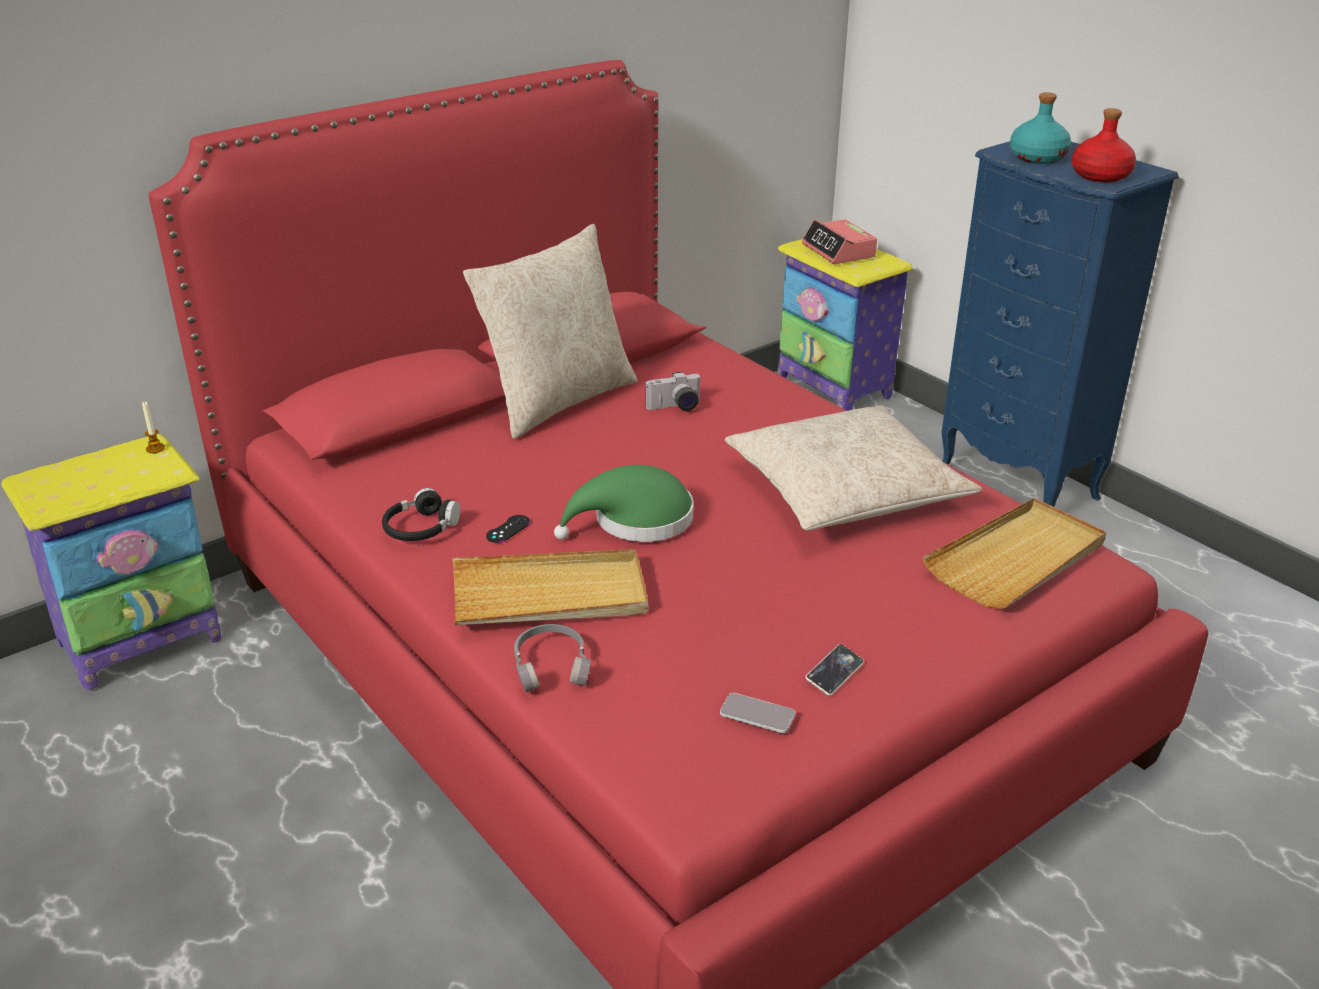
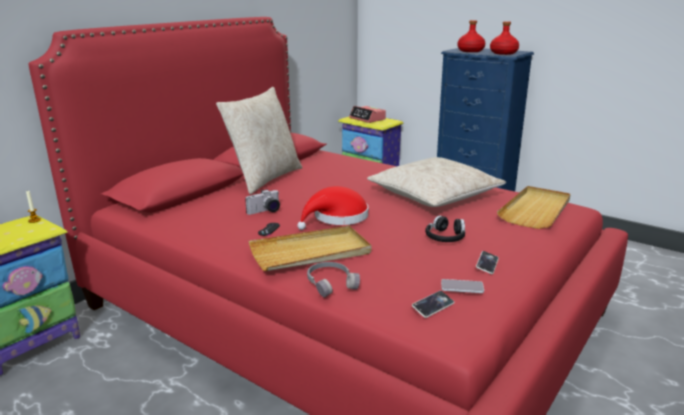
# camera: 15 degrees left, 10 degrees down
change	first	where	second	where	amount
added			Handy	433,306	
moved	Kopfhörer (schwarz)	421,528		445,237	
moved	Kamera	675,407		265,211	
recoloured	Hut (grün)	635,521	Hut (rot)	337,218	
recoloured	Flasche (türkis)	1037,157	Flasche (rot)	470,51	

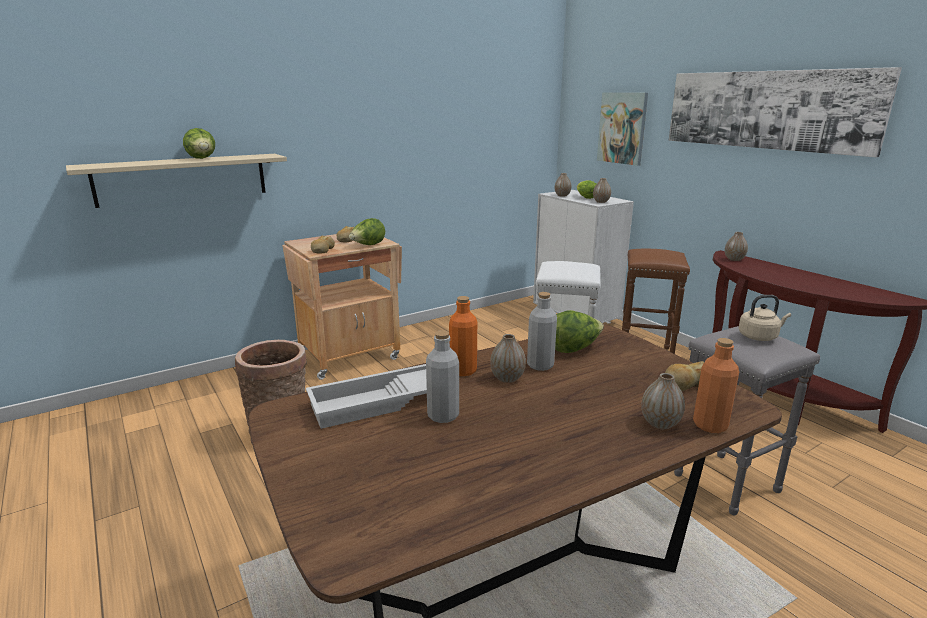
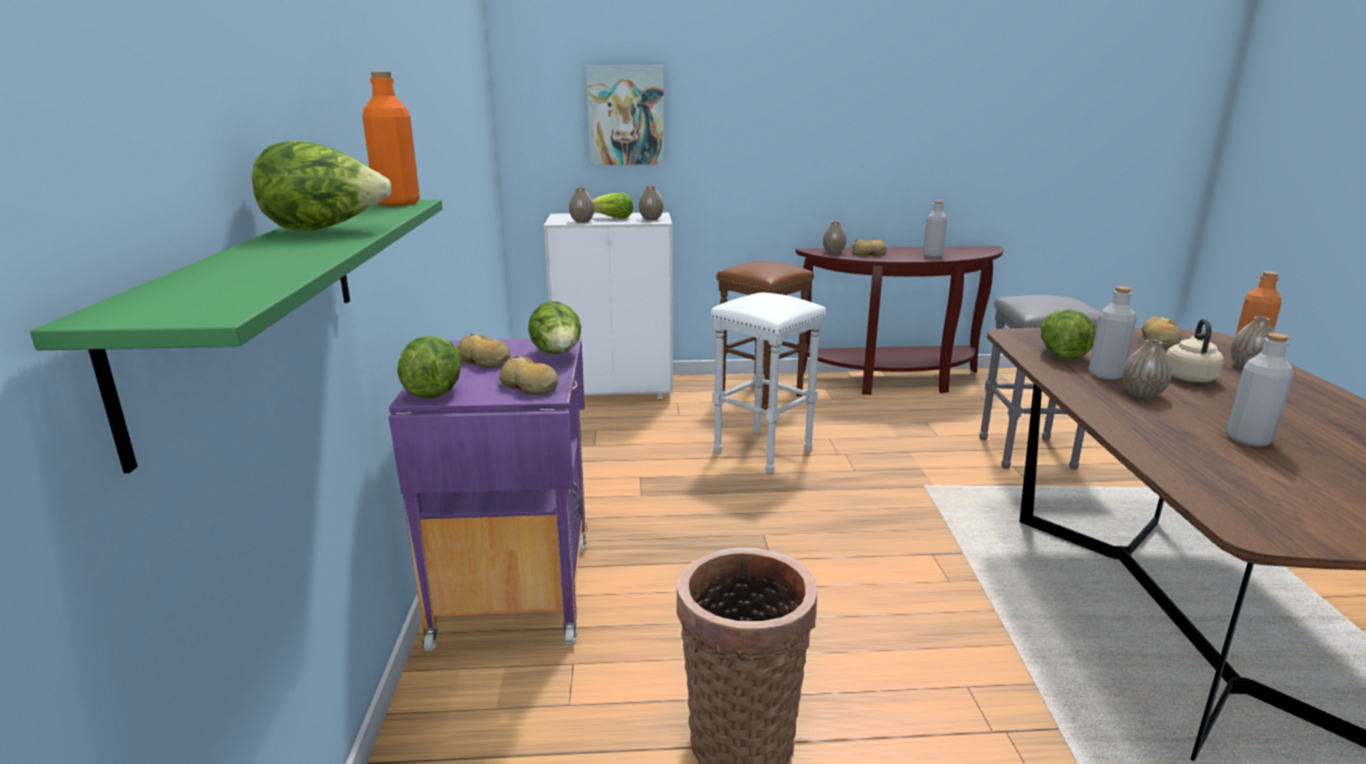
# camera: 60 degrees left, 0 degrees up
change	first	where	second	where	amount
removed	Tablett (weiß)	377,403			
removed	Bild	767,110			
added			Salatkopf	434,391	
added			Brot	869,254	
added			Flasche (grau)	932,255	
moved	Flasche (orange)	463,371		397,203	
moved	Wasserkessel (beige)	759,337		1188,377	
recoloured	Wandregal (beige)	182,179	Wandregal (grün)	255,304	
recoloured	Rollwagen (braun)	350,356	Rollwagen (lila)	514,590	

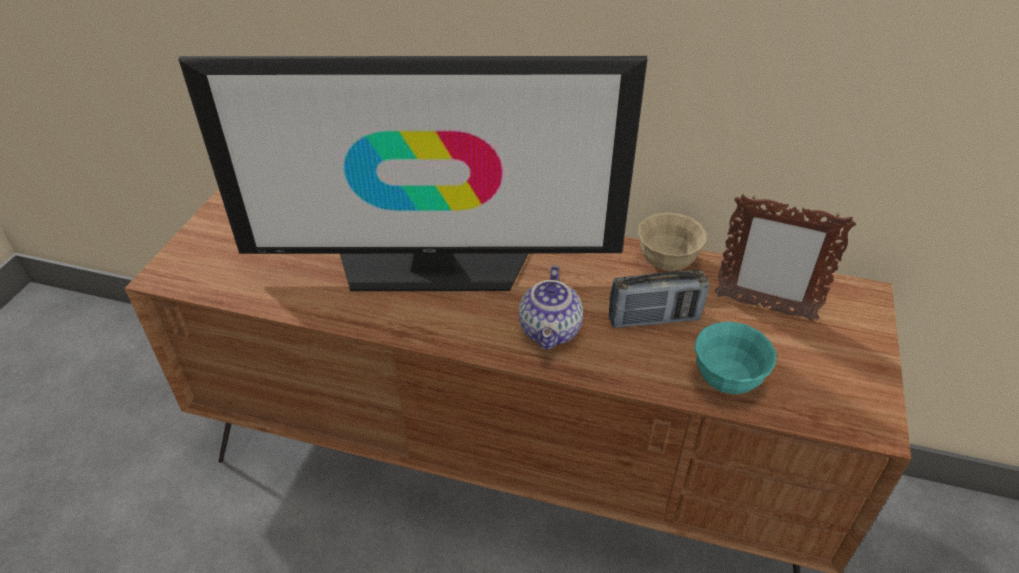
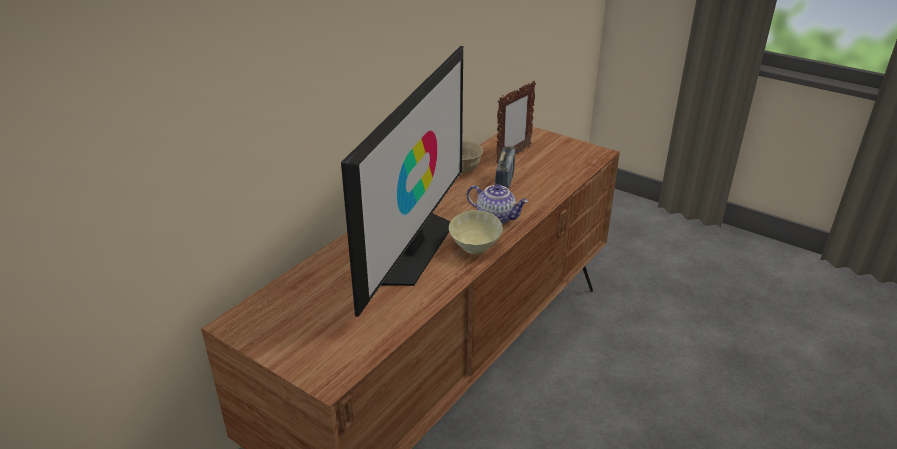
# camera: 70 degrees left, 10 degrees down
change	first	where	second	where	amount
removed	Schüssel (türkis)	726,379			
added			Schüssel (beige)	474,247	

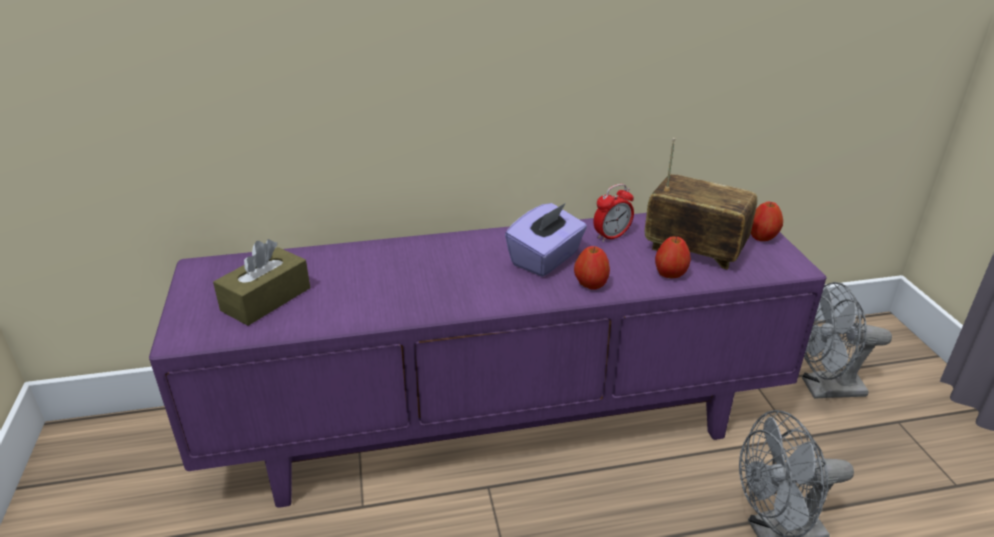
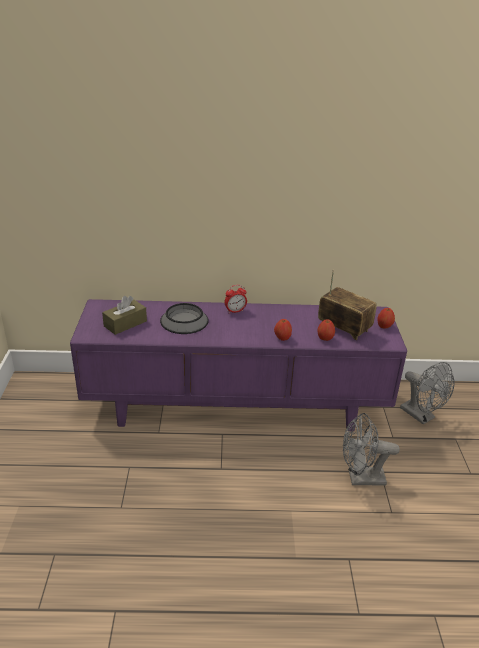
# camera: 10 degrees right, 0 degrees up
change	first	where	second	where	amount
removed	Taschentuchbox (lila)	546,259			
added			Schüssel	184,321	
moved	Wecker	611,236		235,311	
turned	Ventilator (grau)	824,389		421,416	135 degrees counterclockwise

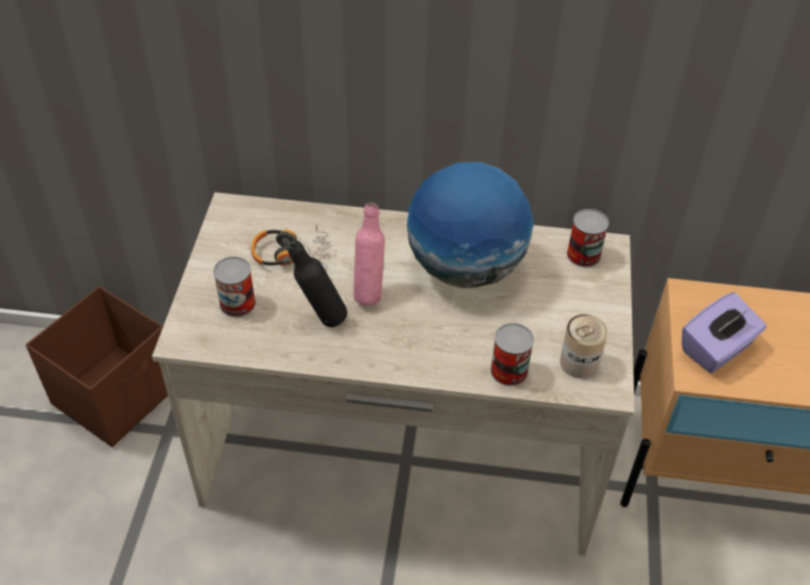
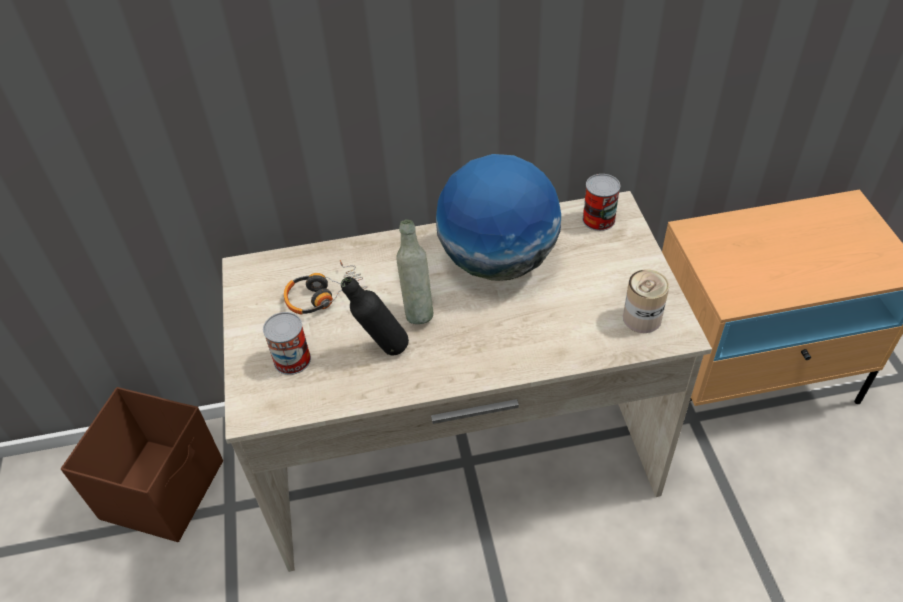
# camera: 15 degrees left, 0 degrees up
change	first	where	second	where	amount
removed	Dose	509,371			
removed	Taschentuchbox (lila)	716,349			
recoloured	Flasche (rosa)	369,292	Flasche (grau)	417,310	

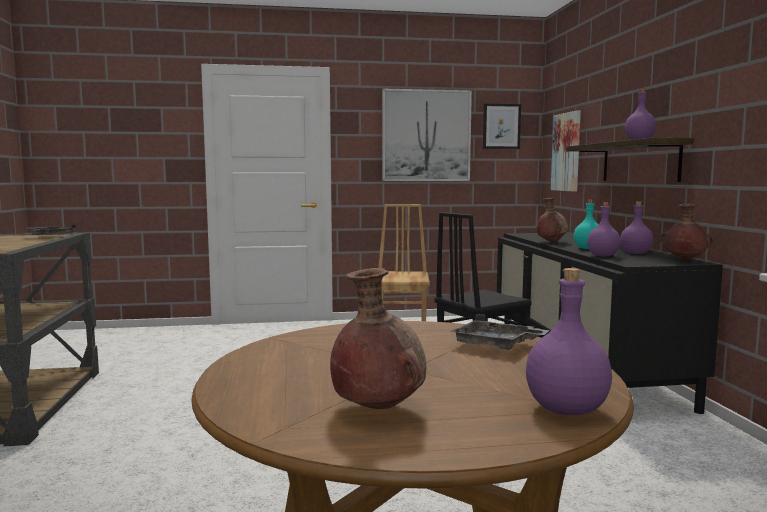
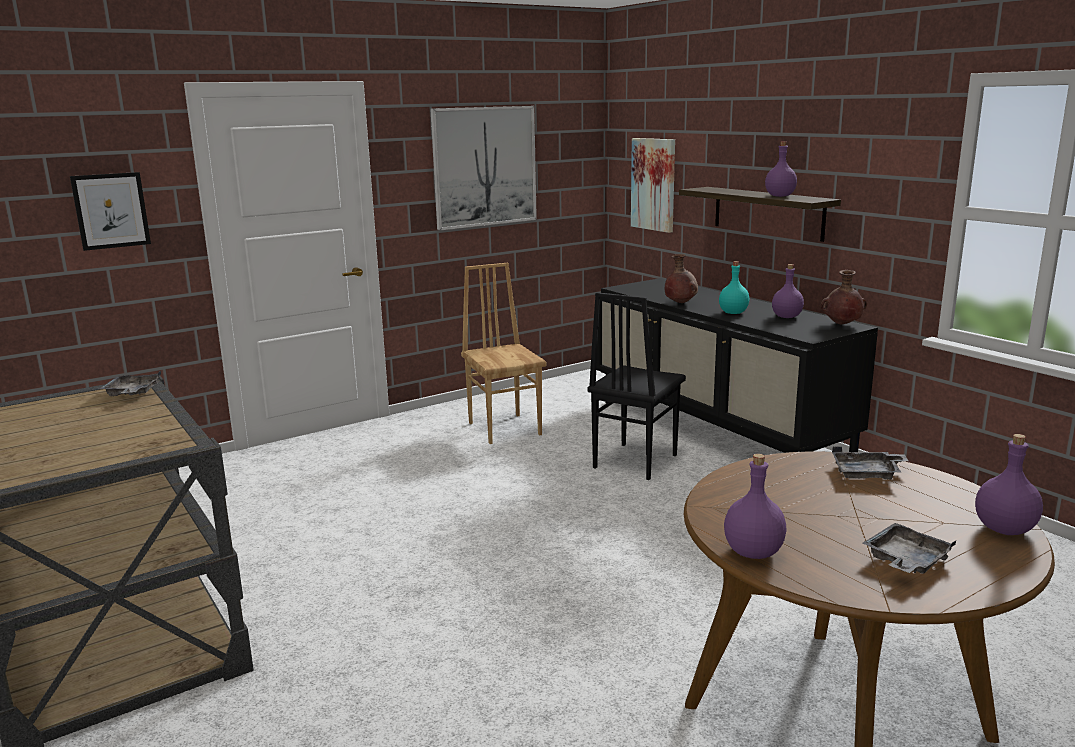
# camera: 25 degrees left, 10 degrees up
change	first	where	second	where	amount
moved	Bild	501,126		111,210	
moved	Flasche (lila)	602,256		752,552	
replaced	Vase (braun)	376,409	Tablett (grau)	905,561	

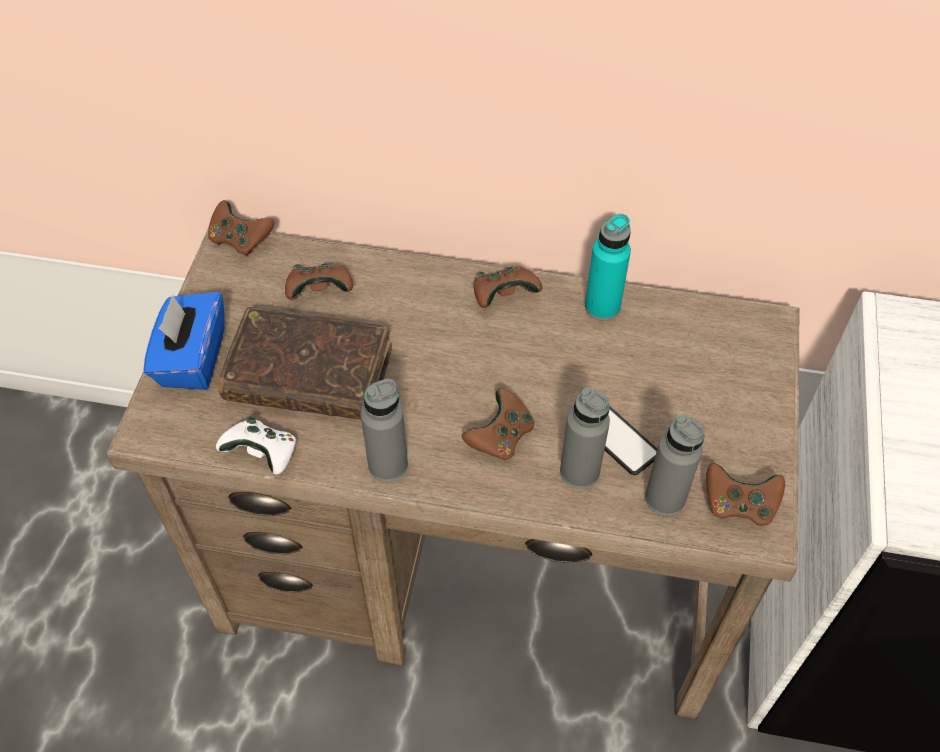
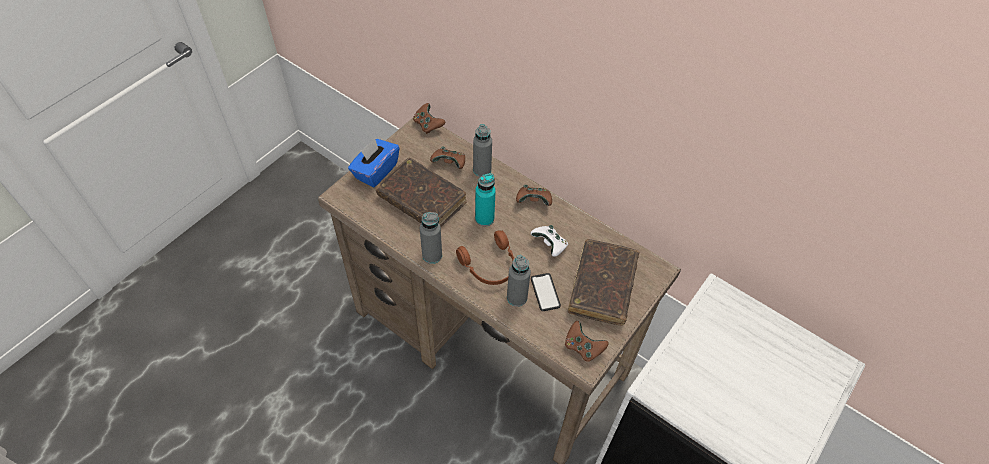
# camera: 25 degrees right, 0 degrees up
change	first	where	second	where	amount
added			Buch (braun)	602,287	
moved	Gamepad (weiß)	263,455		550,245	
moved	Flasche (türkis)	602,307		484,219	
moved	Flasche (grau)	665,498		482,170	
replaced	Gamepad (braun)	500,437	Kopfhörer (braun)	490,266	

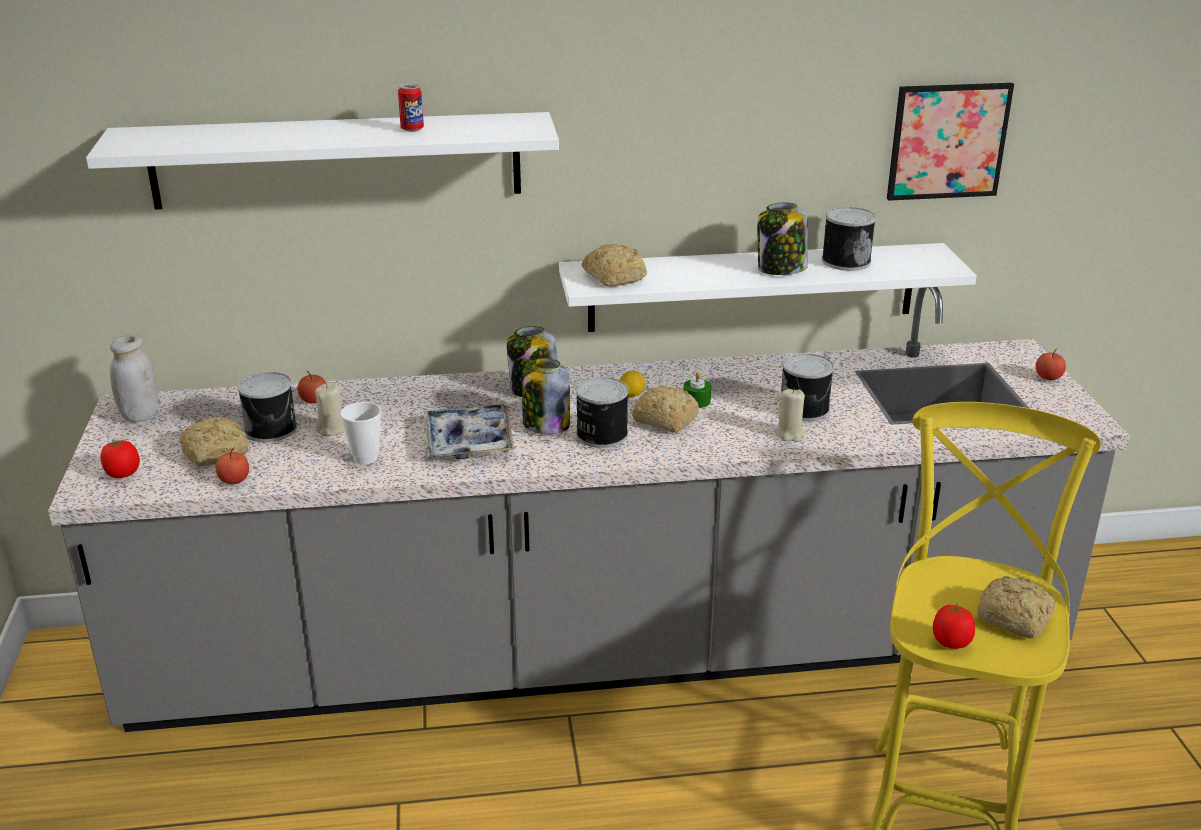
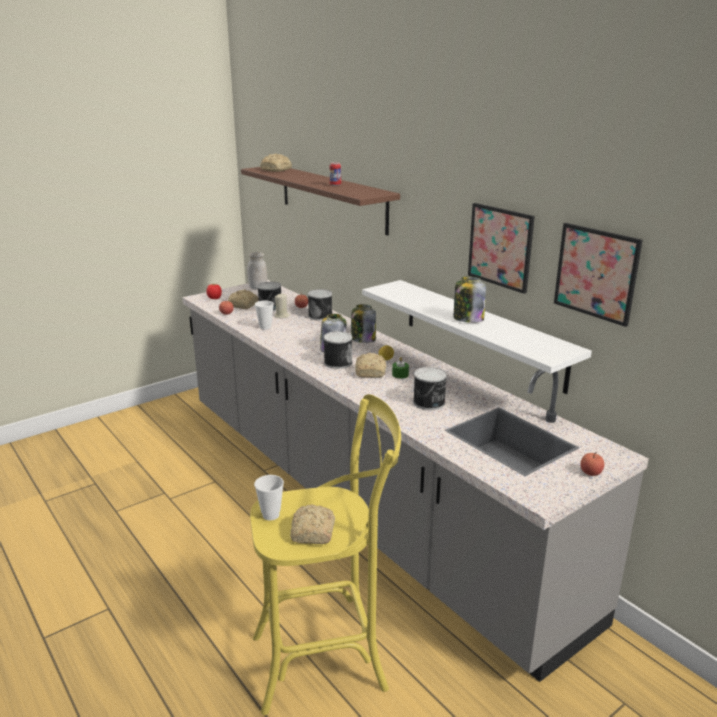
# camera: 60 degrees right, 5 degrees down
change	first	where	second	where	amount
removed	Tablett	468,441			
removed	Kerze (beige)	790,434			
added			Bild	500,247	
moved	Brot	614,276		277,170	
moved	Dose	845,261		321,316	
replaced	Tomate	951,642	Tasse	271,515	
recoloured	Wandregal (weiß)	336,160	Wandregal (braun)	332,198	

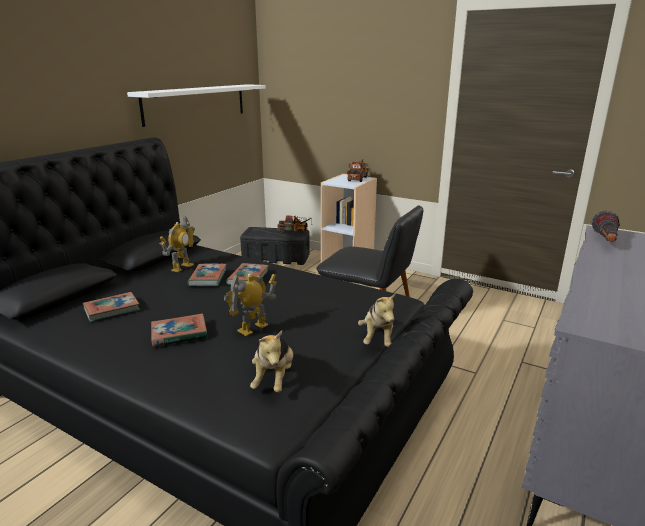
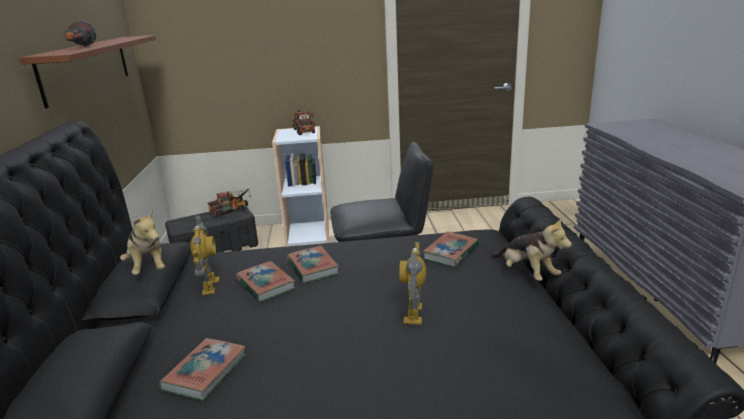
# camera: 35 degrees left, 0 degrees up
change	first	where	second	where	amount
moved	Buch	179,334		451,252	
moved	Plüschtier	274,379		148,267	
moved	Taschenlampe	605,242		80,48	
recoloured	Wandregal (weiß)	196,103	Wandregal (braun)	87,67	

